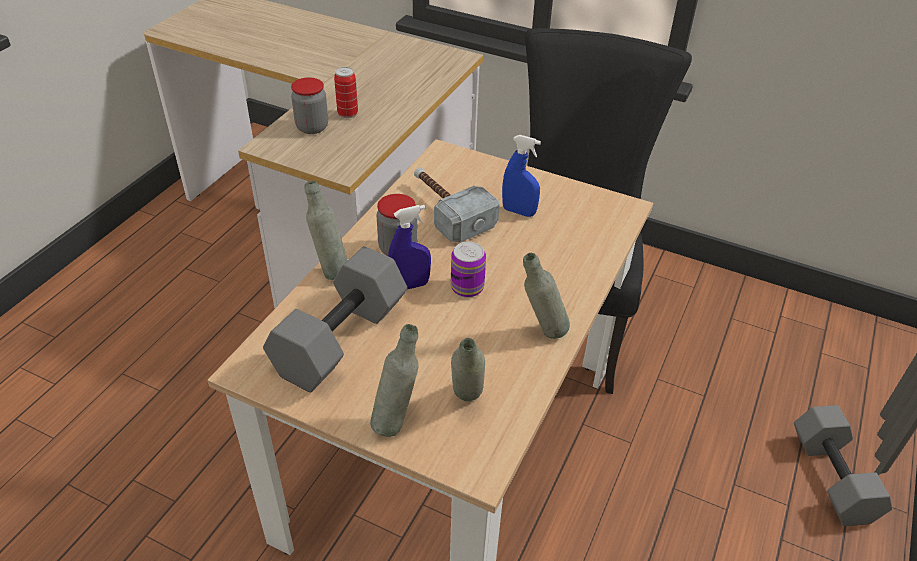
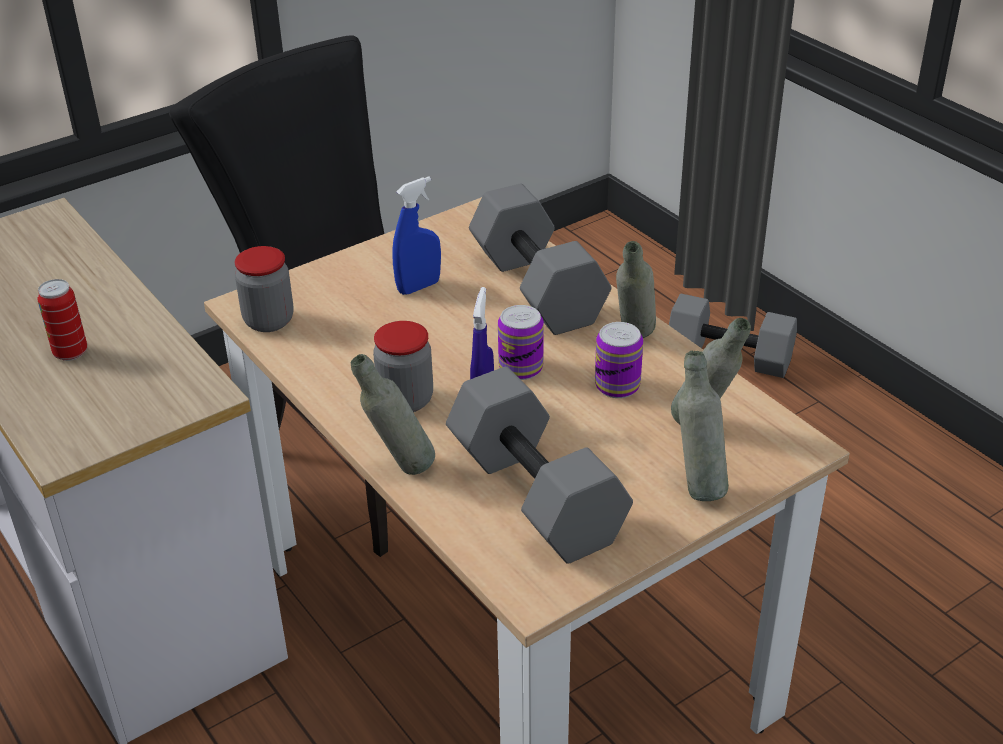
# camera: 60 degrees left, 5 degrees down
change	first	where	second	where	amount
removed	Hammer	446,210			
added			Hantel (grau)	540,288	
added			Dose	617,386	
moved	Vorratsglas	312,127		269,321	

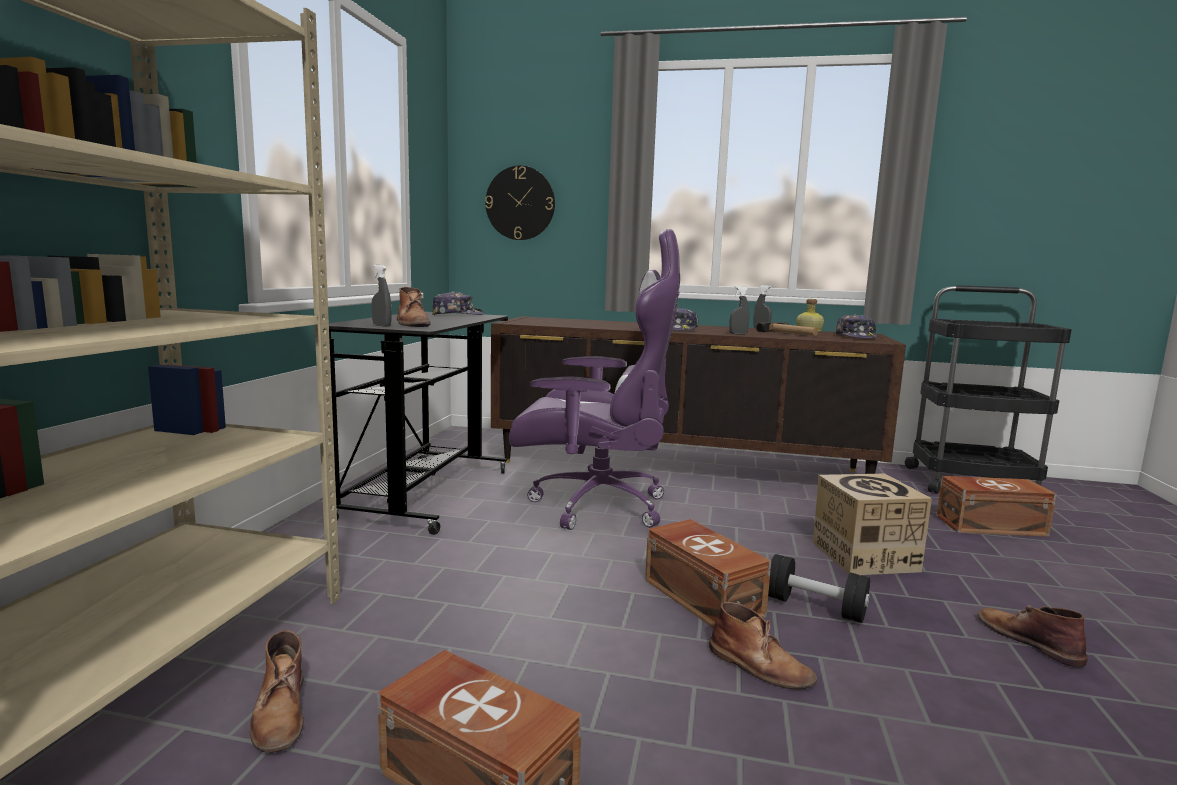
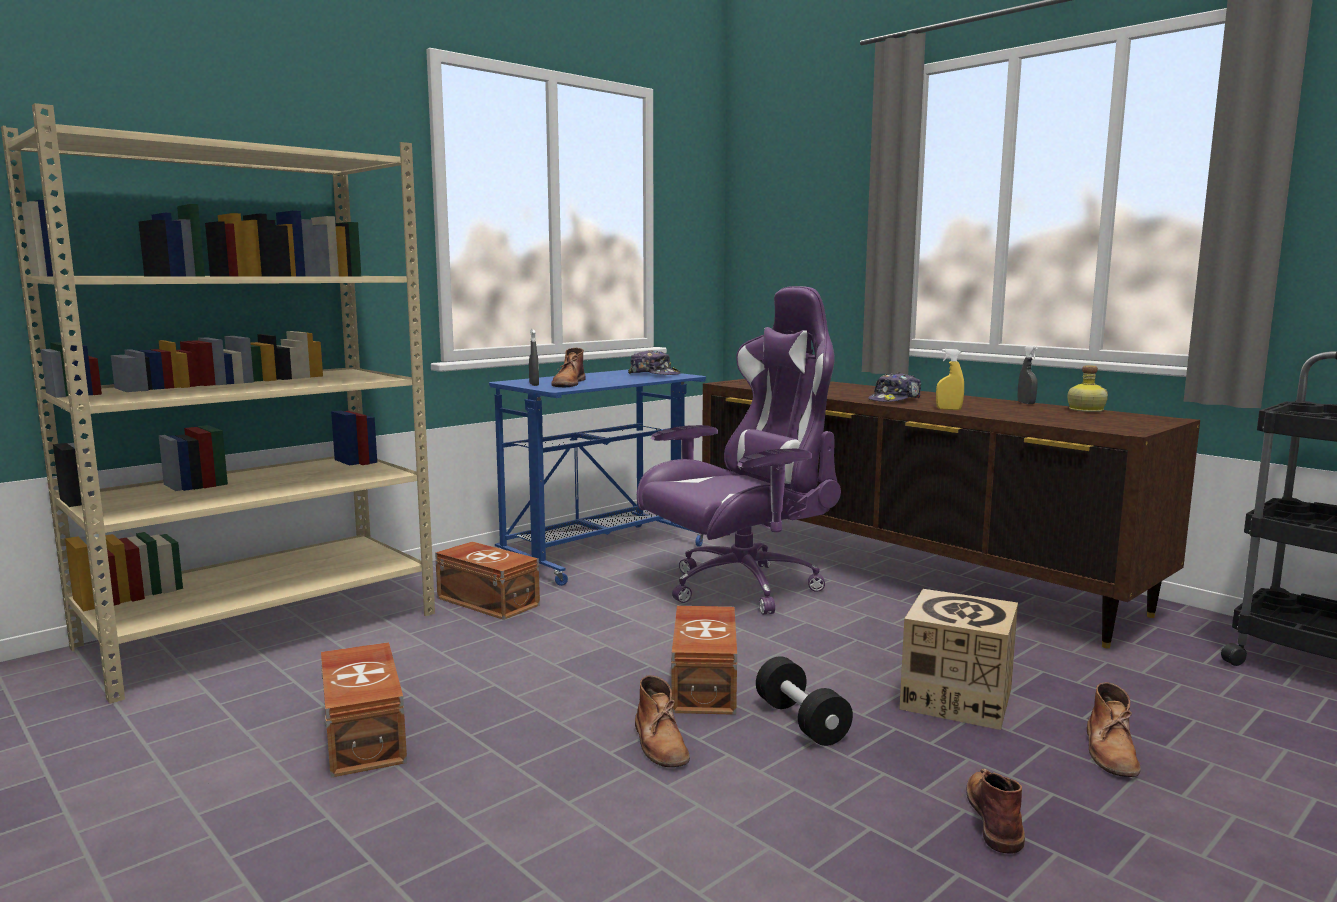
# camera: 35 degrees right, 0 degrees up
change	first	where	second	where	amount
removed	Wanduhr	520,203			
removed	Hammer	790,333			
removed	Kappe	855,337			
moved	Stiefel (braun)	280,713		1111,751	
moved	Aufbewahrungsbox (braun)	988,525		488,601	
recoloured	Schreibtisch (schwarz)	426,494	Schreibtisch (blau)	602,553	
recoloured	Sprühflasche (grau)	738,334	Sprühflasche (gelb)	948,409	
turned	Bürostuhl (lila)	590,505		735,589	75 degrees counterclockwise

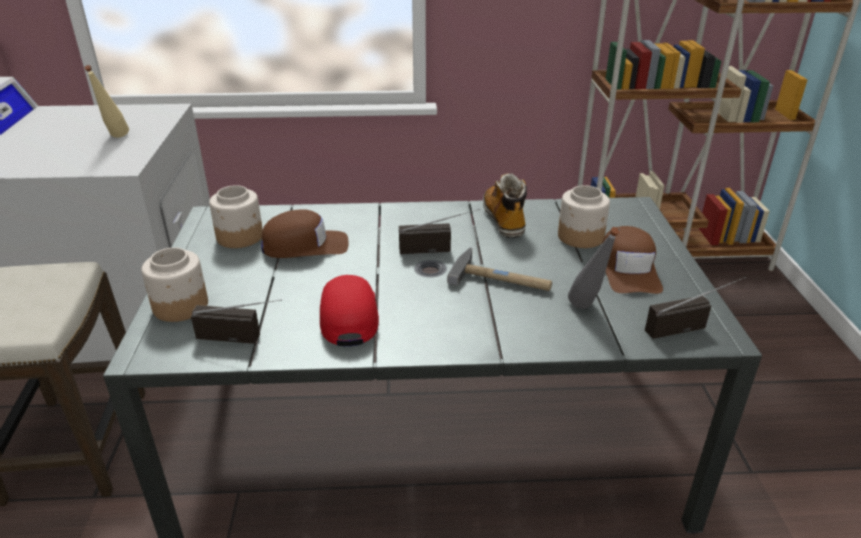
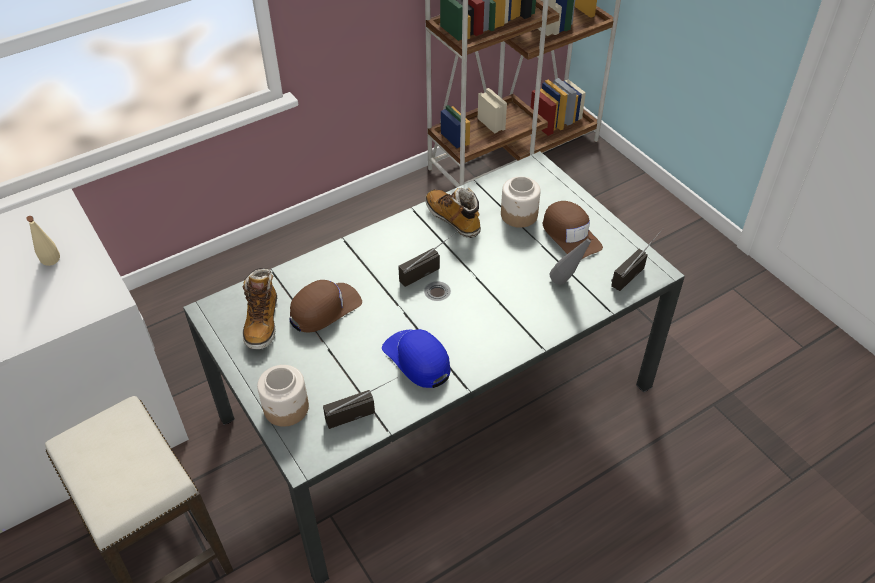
# camera: 30 degrees left, 15 degrees up
change	first	where	second	where	amount
removed	Hammer	502,278			
replaced	Vorratsglas	240,237	Stiefel	262,322	
recoloured	Kappe (rot)	348,316	Kappe (blau)	417,359	

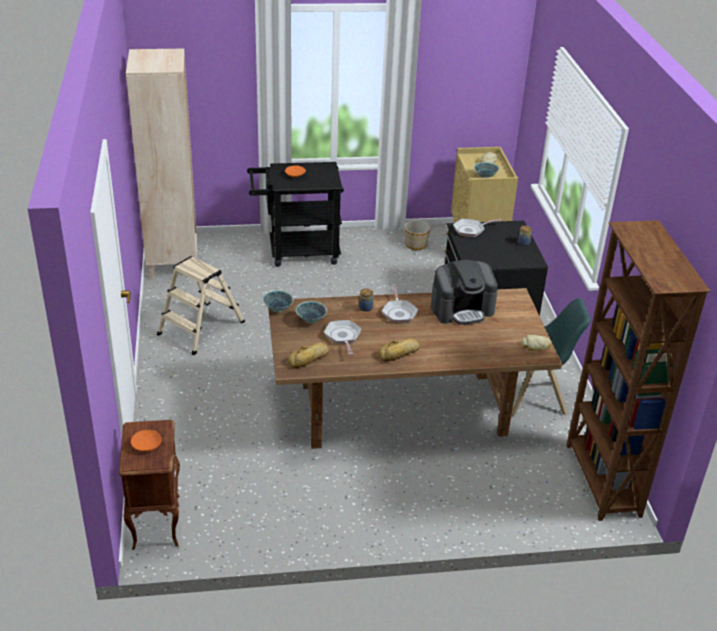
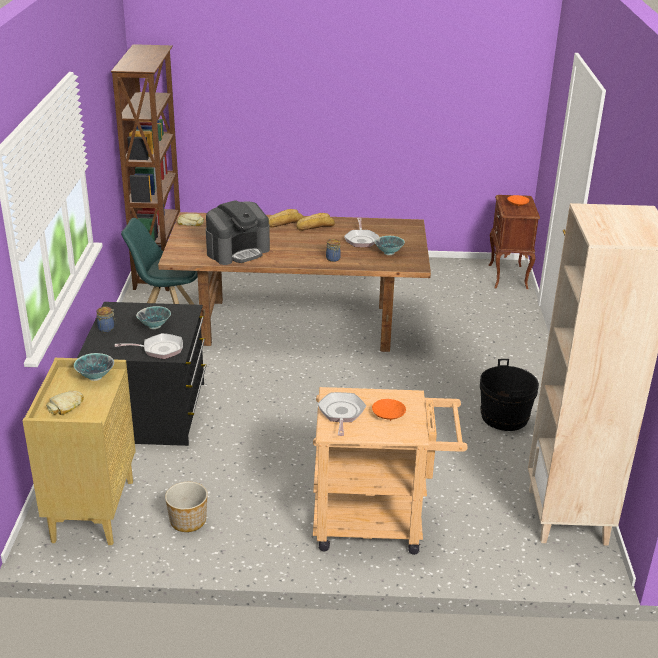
# camera: 170 degrees left, 5 degrees down
change	first	where	second	where	amount
moved	Schüssel	277,309		155,326	
moved	Brot	309,359		284,222	
moved	Pfanne	399,312		341,414	
replaced	Trittleiter (beige)	201,328	Eimer (schwarz)	504,417	
recoloured	Rollwagen (schwarz)	296,251	Rollwagen (beige)	379,523	
turned	Kaffeemaschine	462,309		238,251	150 degrees clockwise

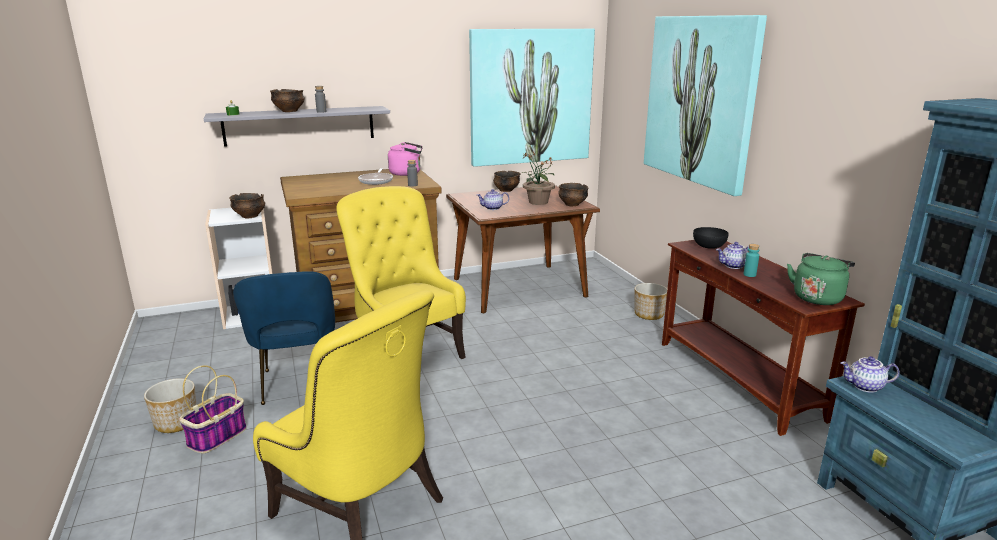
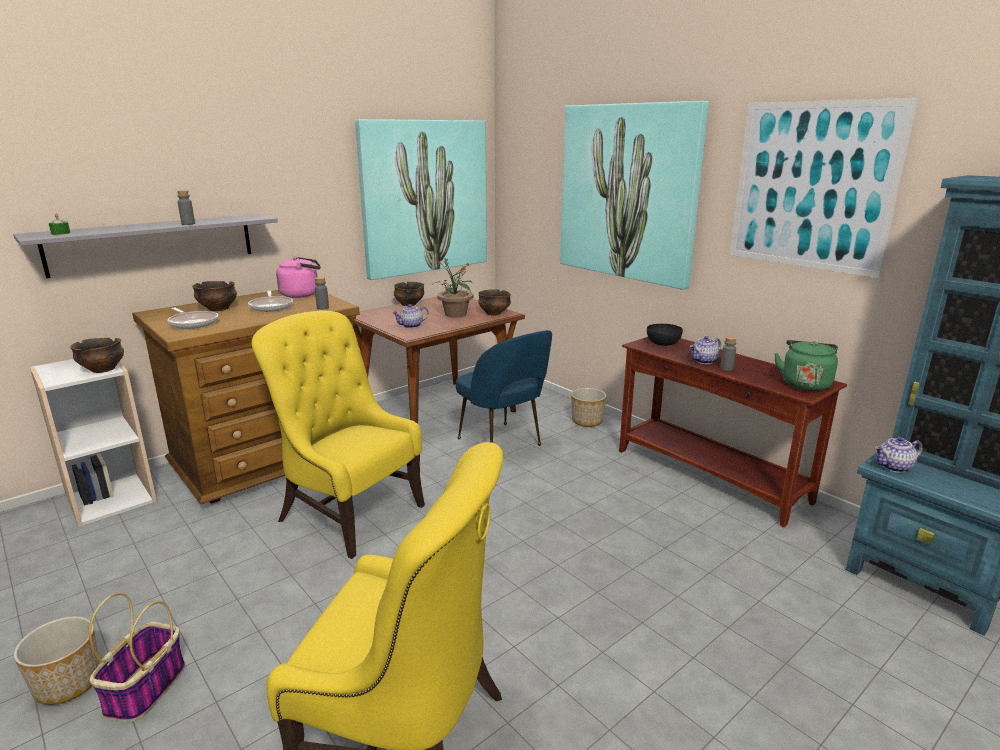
# camera: 20 degrees left, 0 degrees up
change	first	where	second	where	amount
added			Pfanne	193,323	
added			Bild	811,186	
moved	Stuhl (blau)	297,387		502,445	
moved	Schüssel	289,111		218,309	
recoloured	Flasche (türkis)	749,274	Flasche (grau)	726,368	

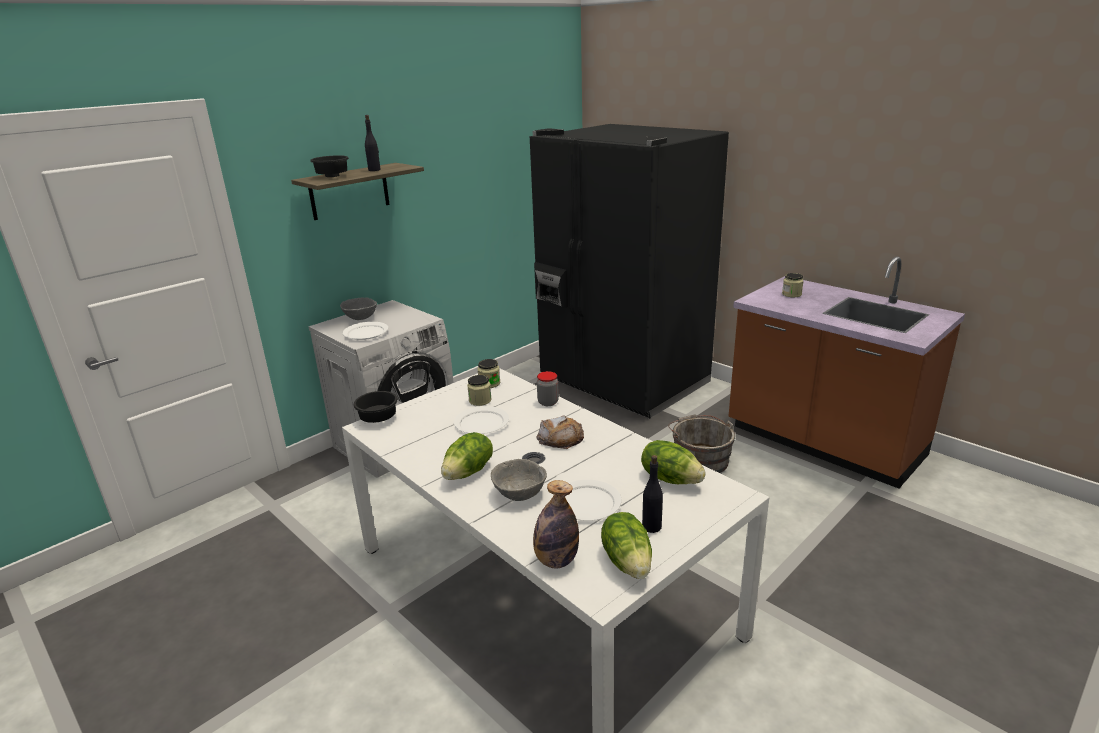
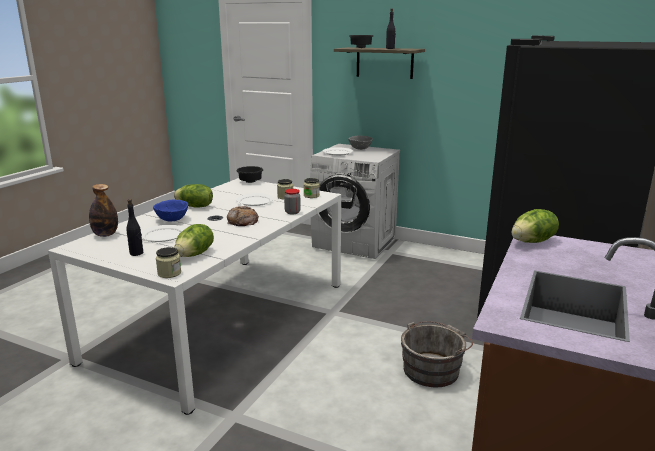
# camera: 70 degrees right, 5 degrees down
change	first	where	second	where	amount
moved	Salatkopf	628,561		533,241	
moved	Vorratsglas	791,294		169,273	
recoloured	Schüssel (grau)	519,494	Schüssel (blau)	172,219	

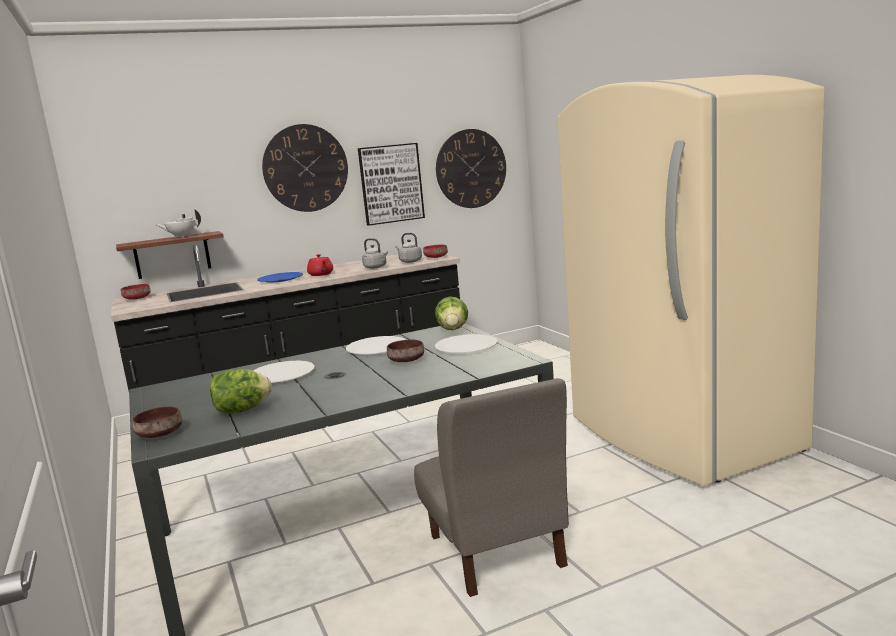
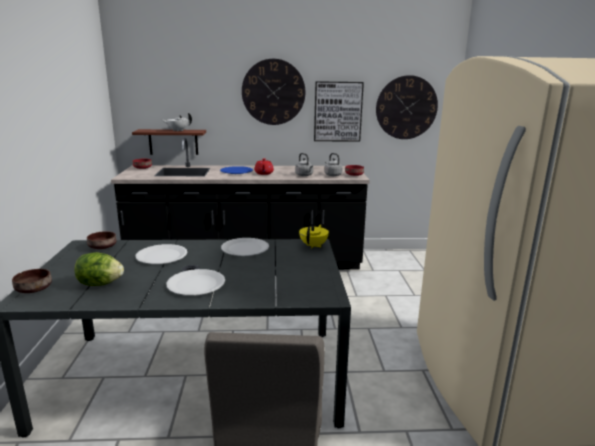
# camera: 20 degrees right, 5 degrees up
change	first	where	second	where	amount
moved	Schüssel (braun)	406,360		103,247	
moved	Teller (weiß)	466,346		196,284	
replaced	Salatkopf	453,329	Teekanne (gelb)	314,245	

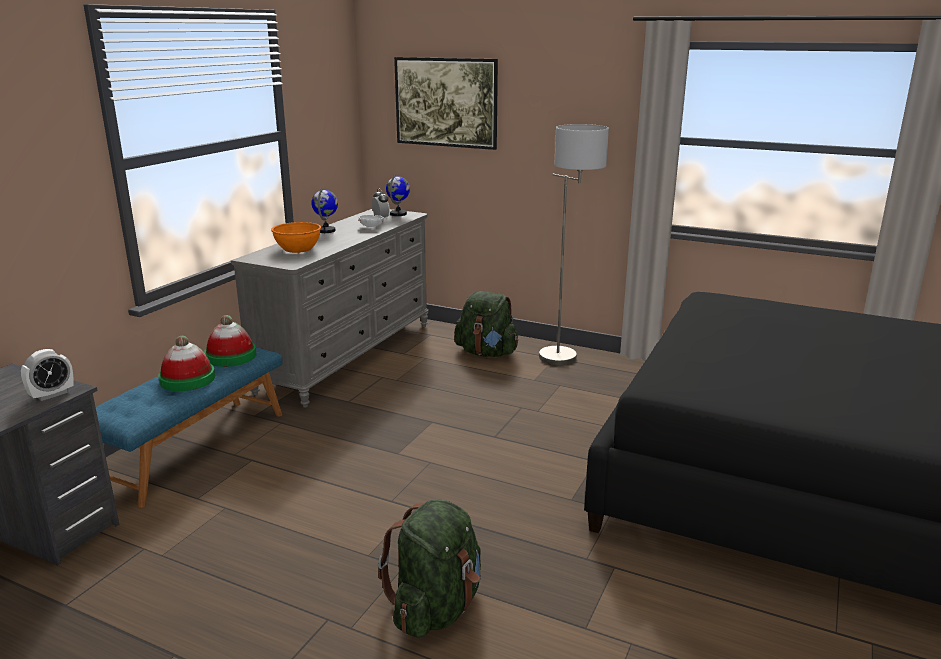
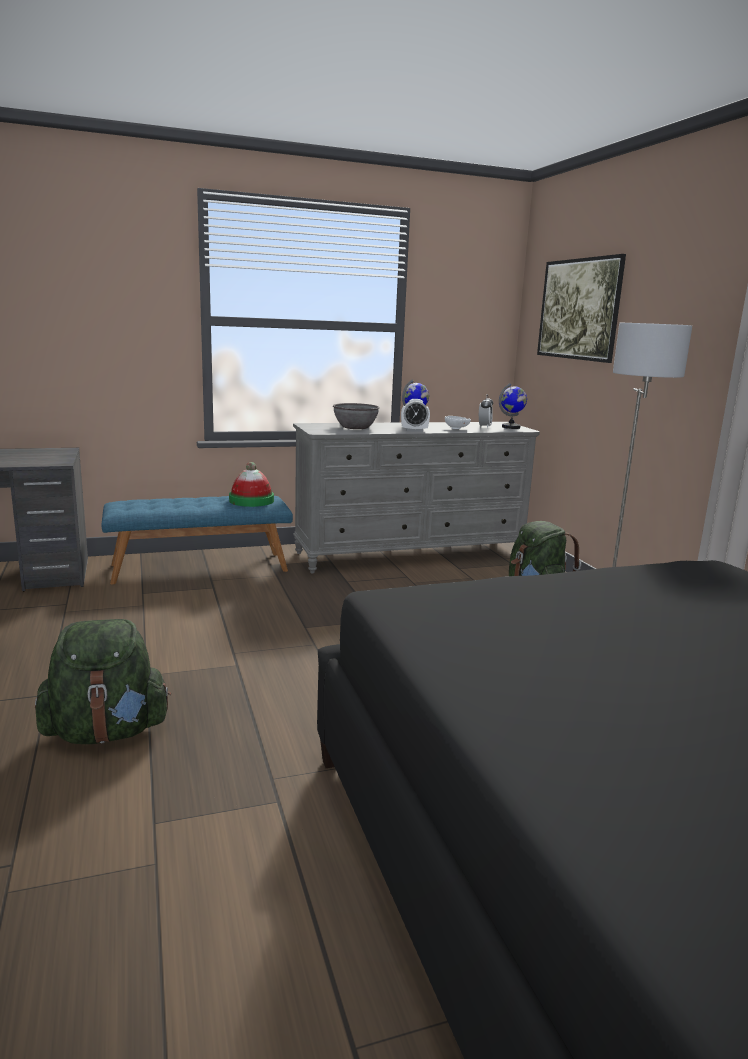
# camera: 45 degrees right, 5 degrees down
change	first	where	second	where	amount
removed	Hut	187,379			
moved	Wecker	52,394		414,430	
recoloured	Schüssel (orange)	298,249	Schüssel (grau)	355,427	

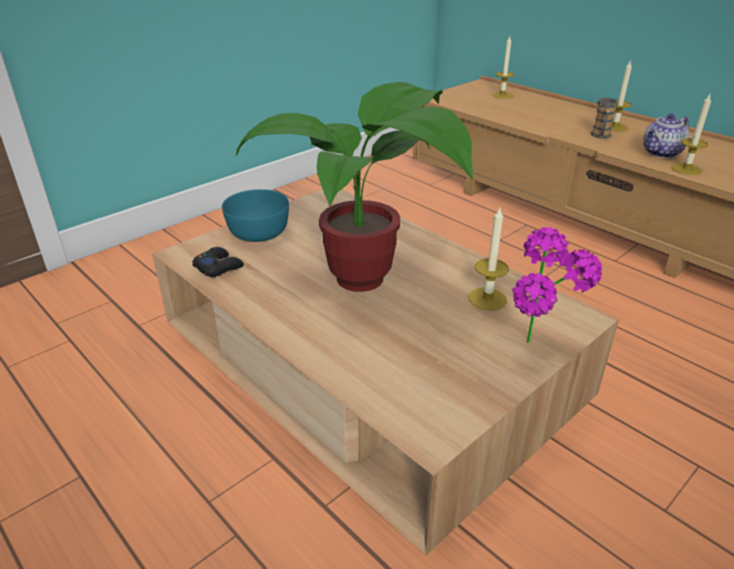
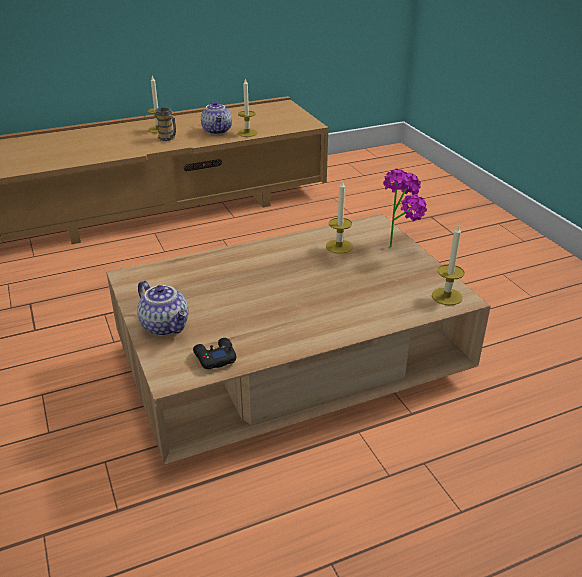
# camera: 70 degrees left, 0 degrees up
change	first	where	second	where	amount
removed	Topfpflanze	368,281			
moved	Kerze	502,95		447,296	
replaced	Schüssel (türkis)	259,232	Teekanne	166,326	

